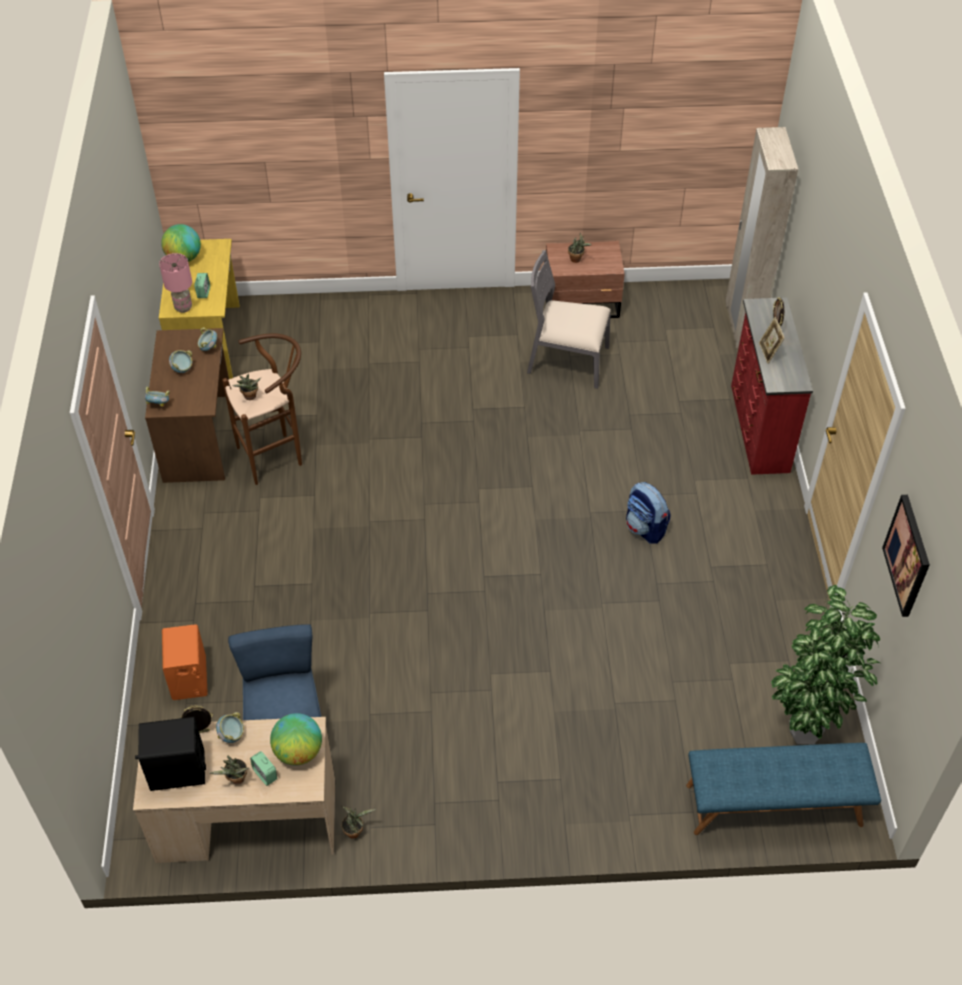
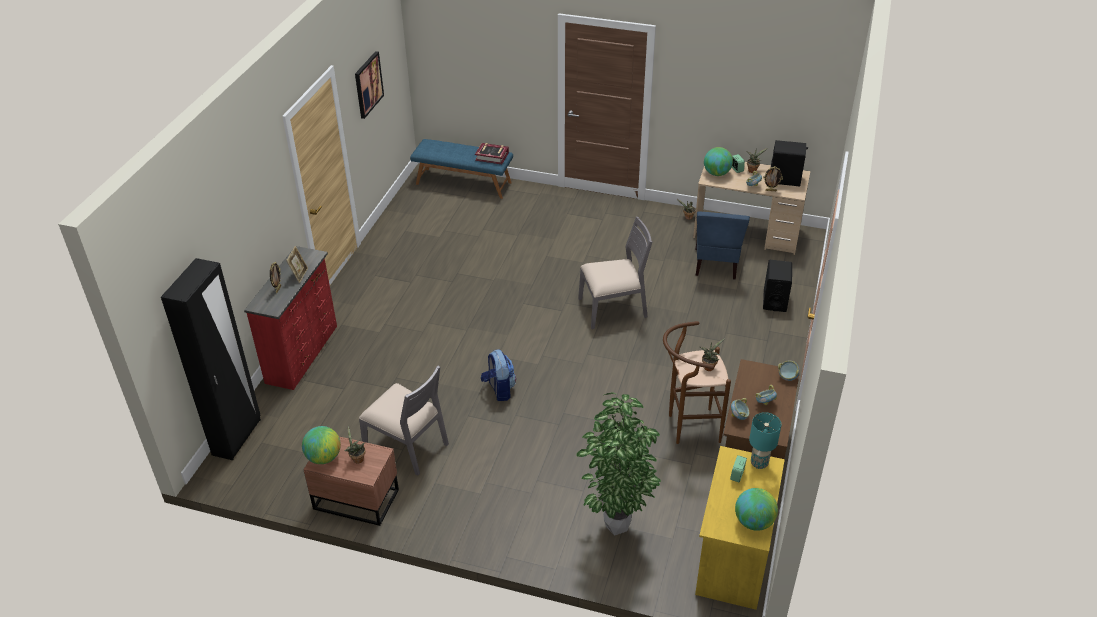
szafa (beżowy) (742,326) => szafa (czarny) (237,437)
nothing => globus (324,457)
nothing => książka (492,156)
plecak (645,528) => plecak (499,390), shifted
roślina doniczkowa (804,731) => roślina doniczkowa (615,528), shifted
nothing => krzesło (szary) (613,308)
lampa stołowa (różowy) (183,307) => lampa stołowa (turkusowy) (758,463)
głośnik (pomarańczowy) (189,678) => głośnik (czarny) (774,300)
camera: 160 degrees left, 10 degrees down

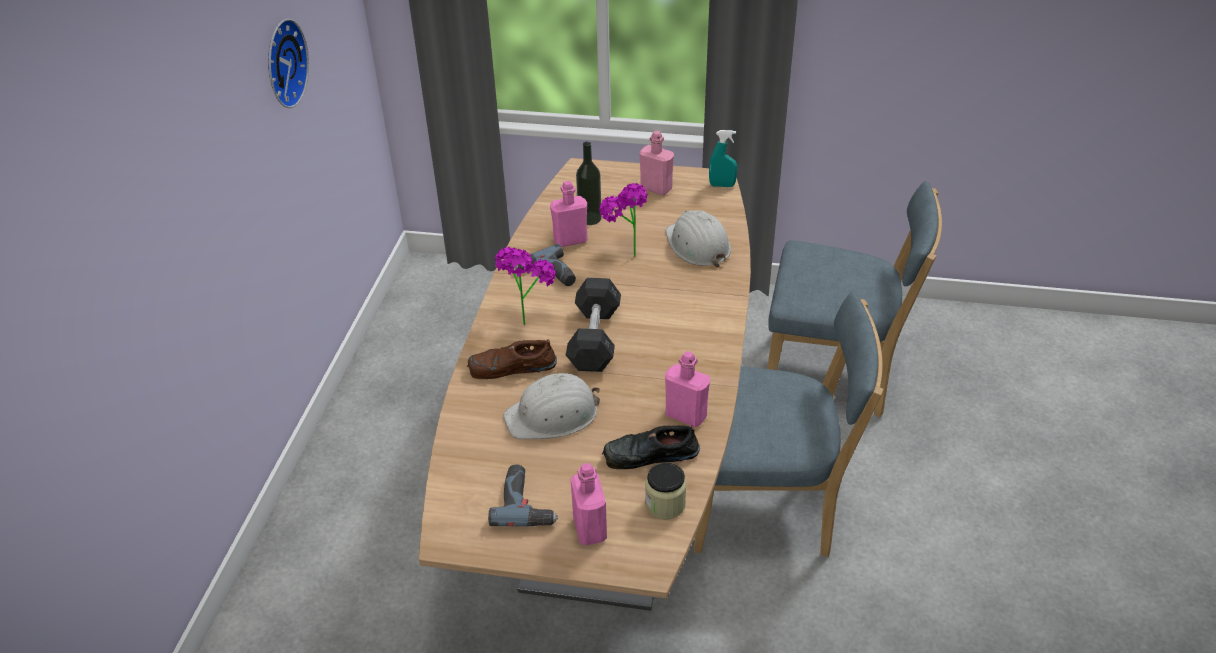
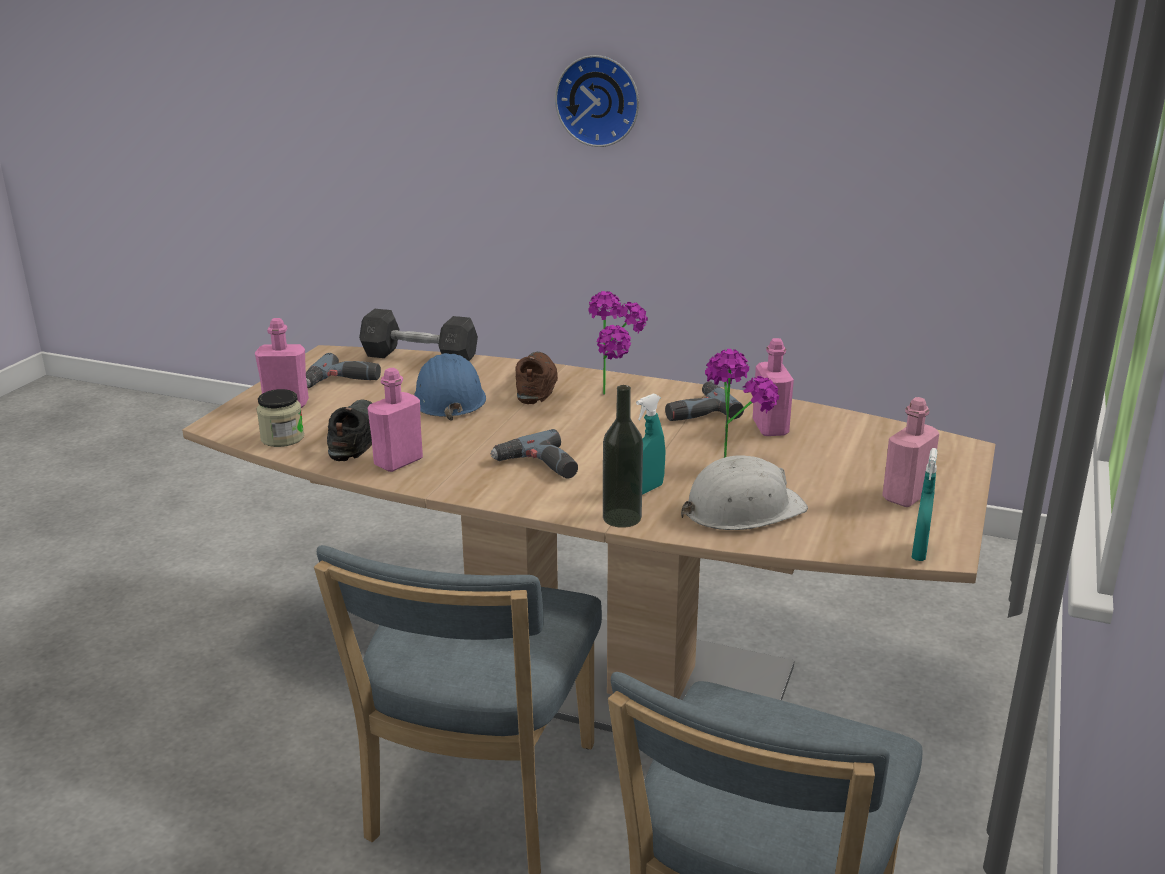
hantel (szary) (594,338) => hantel (szary) (419,357), shifted
kask (biały) (553,415) => kask (niebieski) (448,399)
nothing => wiertarka (537,467)
zegar ścienny (282,63) => zegar ścienny (599,100), shifted
butelka (589,218) => butelka (622,518), shifted
nothing => spryskiwacz (turkusowy) (647,489)
camera: 100 degrees right, 15 degrees down

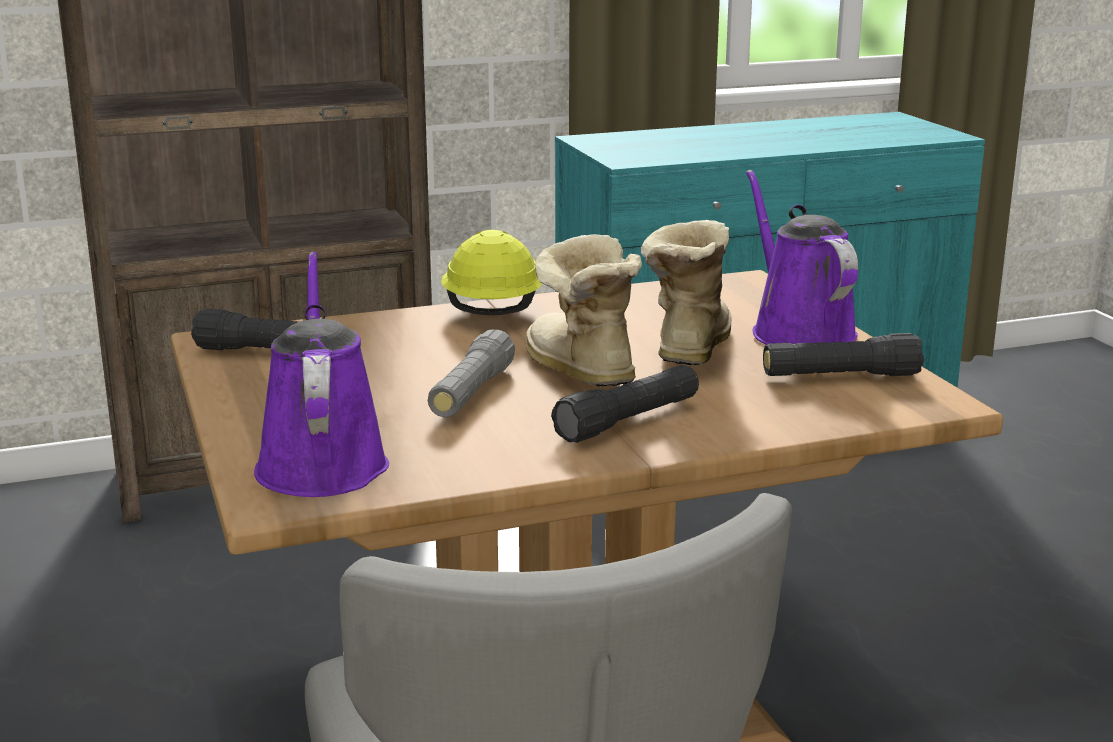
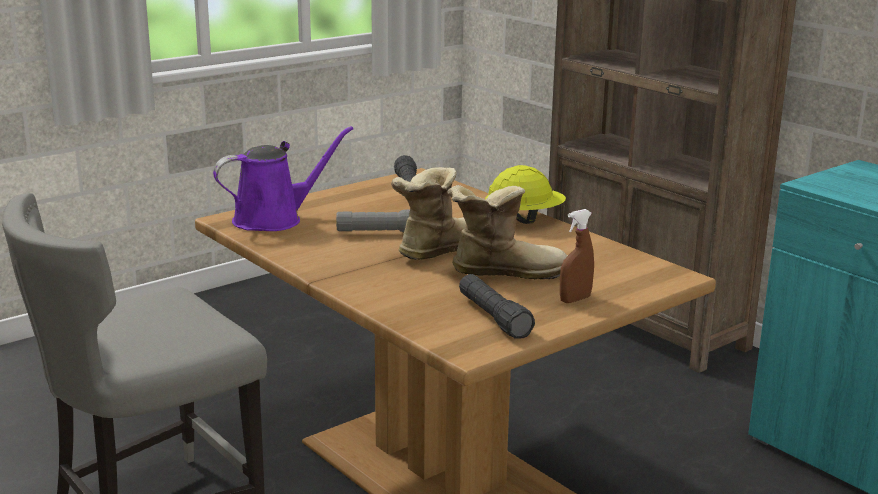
konewka (fioletowy) (798,331) => spryskiwacz (brązowy) (575,299)
latarka (czarny) (628,421) => nothing
camera: 70 degrees right, 0 degrees up

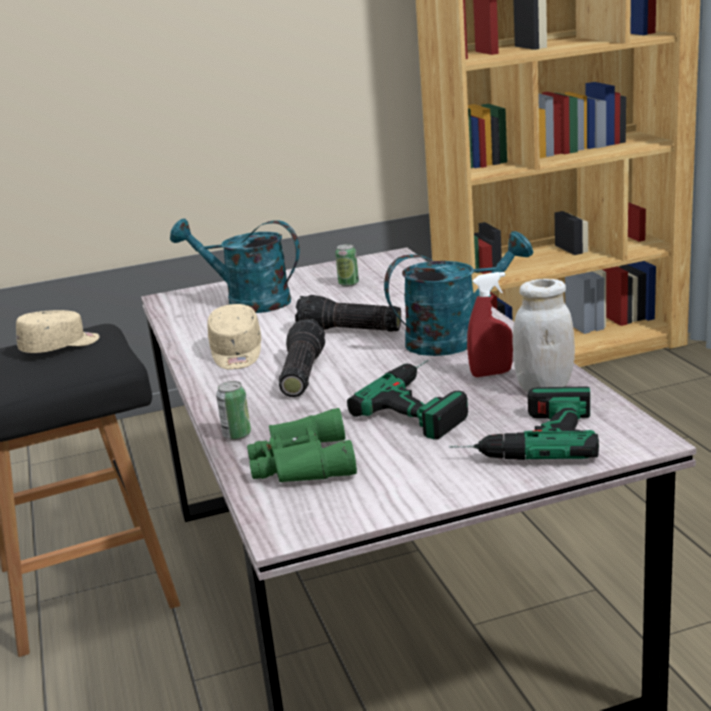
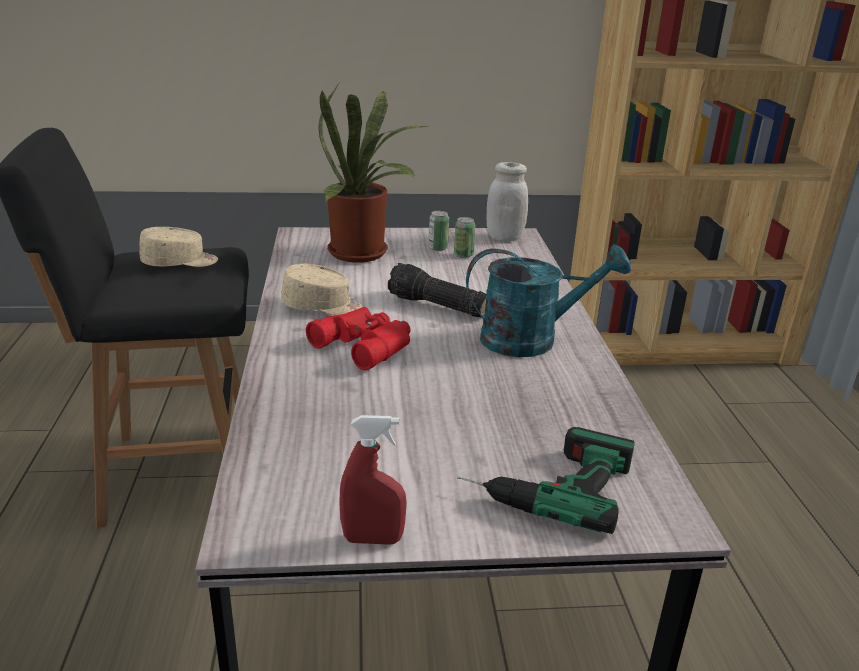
czapka z daszkiem (beżowy) (236,353) => czapka z daszkiem (beżowy) (323,306), 90 degrees counterclockwise
latarka (300,374) => lornetka (czerwony) (366,344)
konewka (turkusowy) (247,302) => roślina doniczkowa (364,254)
spryskiwacz (czerwony) (491,373) => spryskiwacz (czerwony) (372,539), shifted
puszka (237,435) => puszka (438,248), shifted
słoik (biały) (544,387) => słoik (biały) (504,237), shifted
lornetka (zielony) (300,463) => nothing
wiertarka (426,402) => nothing
camera: 10 degrees right, 5 degrees up

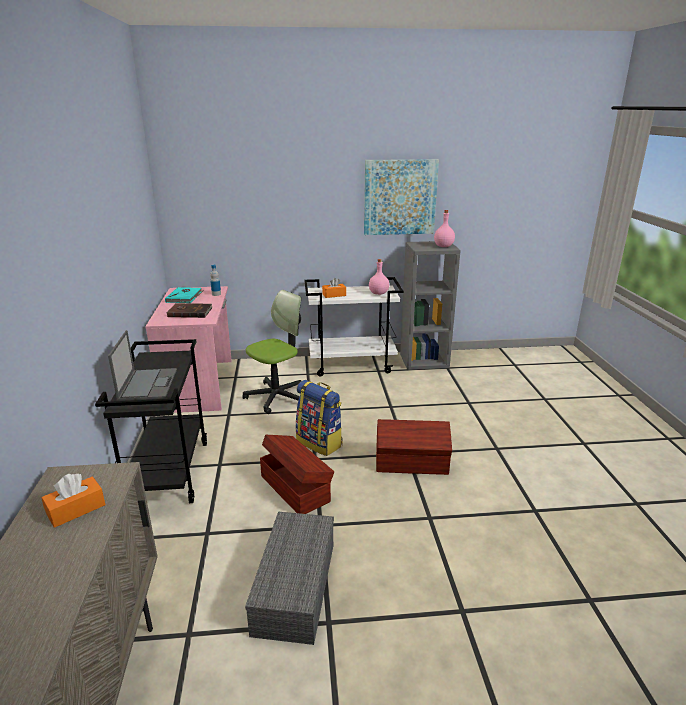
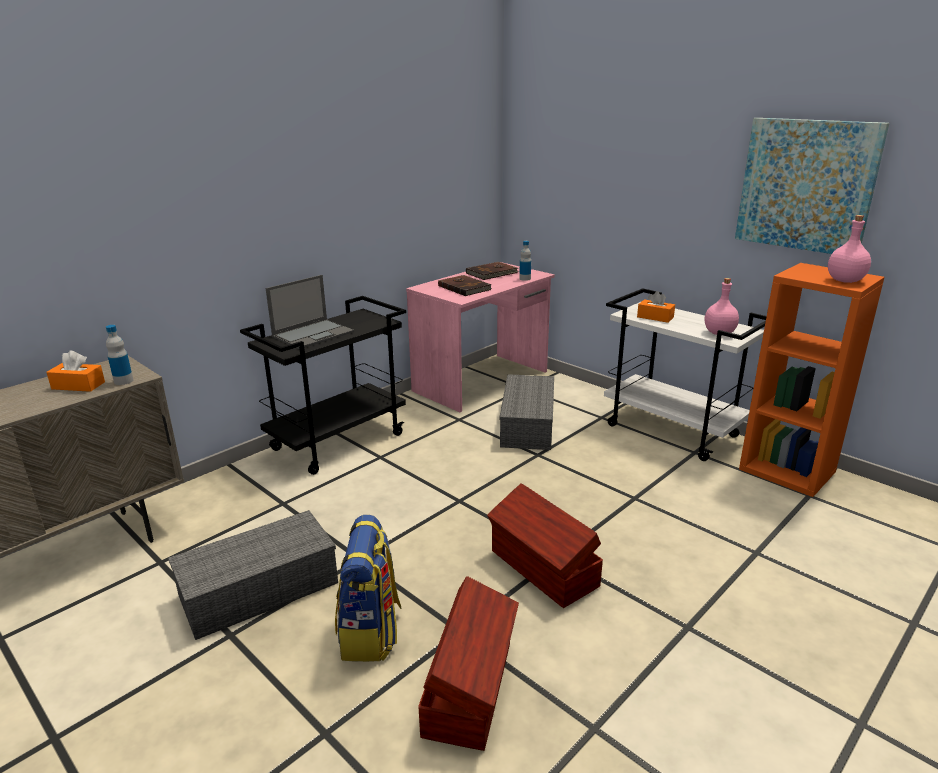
nothing => butelka (123,381)
plecak (320,443) => plecak (371,632), shifted
pojemnik do przechowywania (brązowy) (295,487) => pojemnik do przechowywania (brązowy) (471,687), shifted
książka (turkusowy) (185,297) => książka (brązowy) (492,273)
krzesło biurowe (277,397) => pojemnik do przechowywania (szary) (528,425)
regał (szary) (424,360) => regał (pomarańczowy) (788,470)
camera: 50 degrees right, 0 degrees up

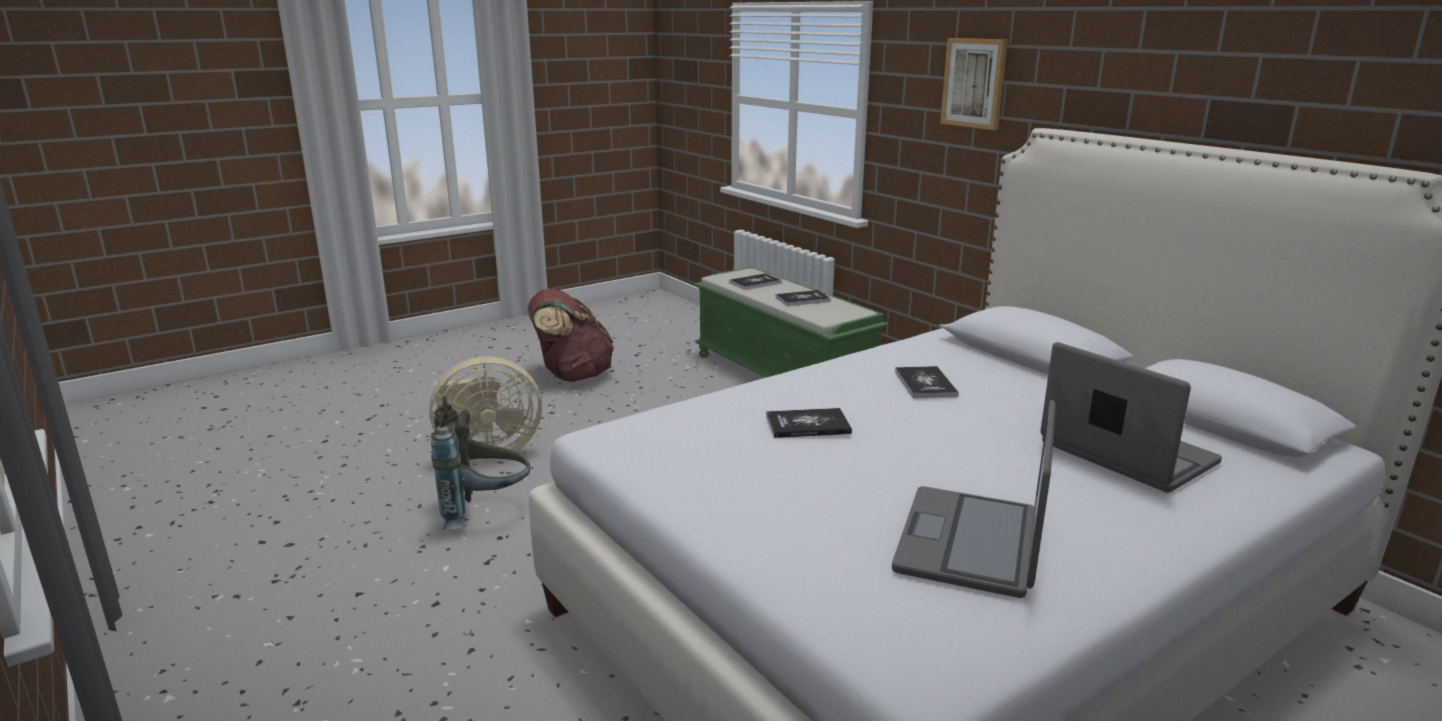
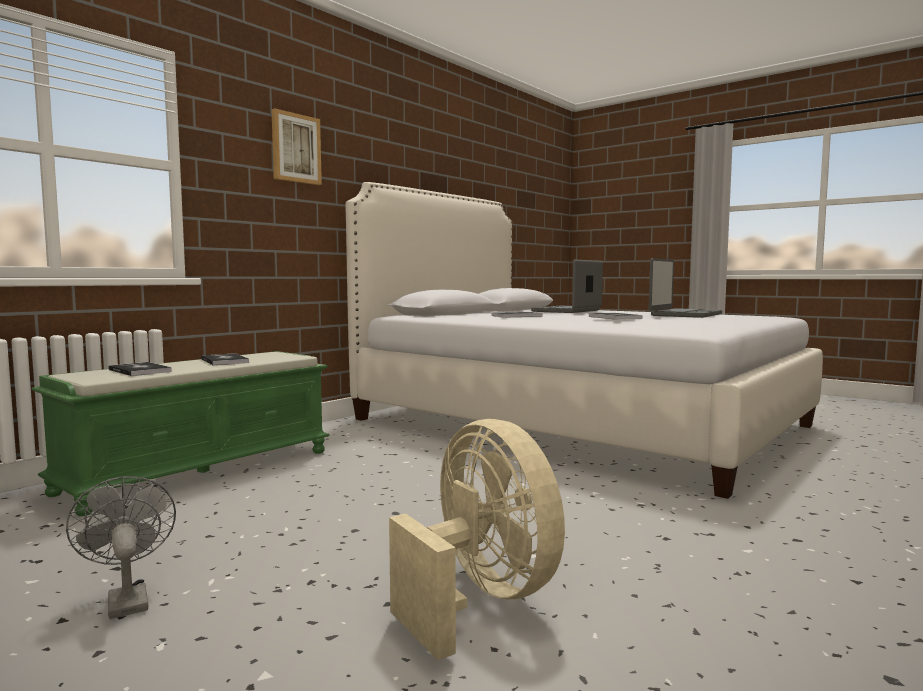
plecak (brązowy) (572,375) => wentylator (szary) (126,599)
laptop (971,543) => laptop (684,315), 60 degrees counterclockwise
plecak (szary) (484,512) => nothing
camera: 105 degrees left, 15 degrees down

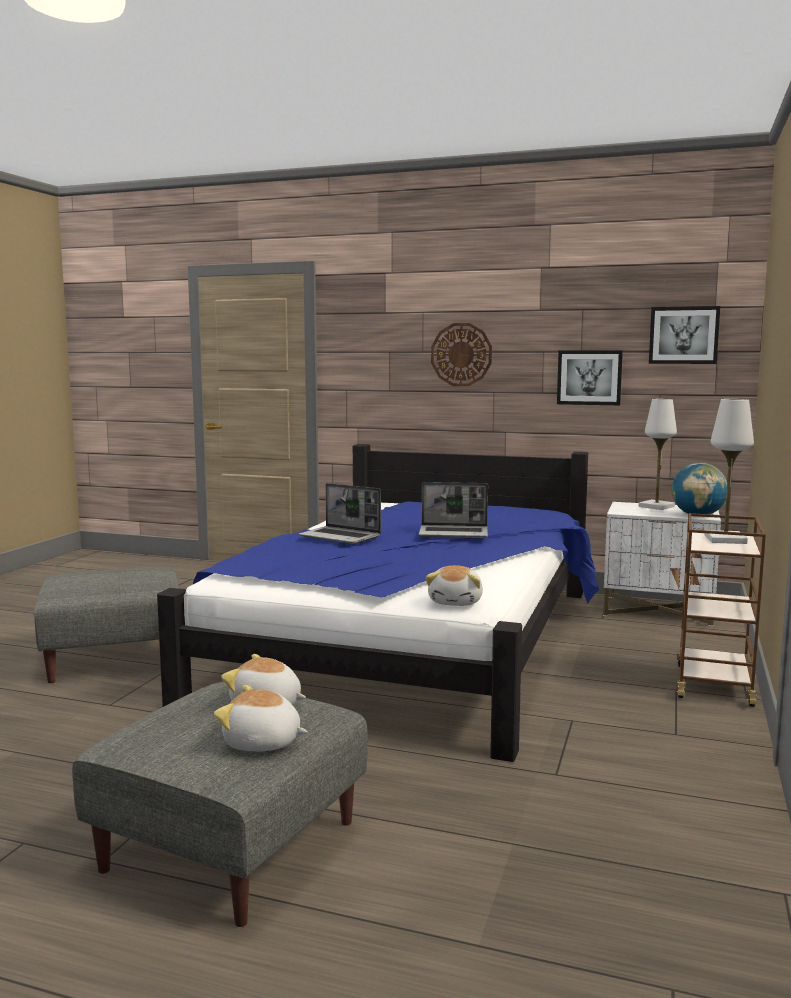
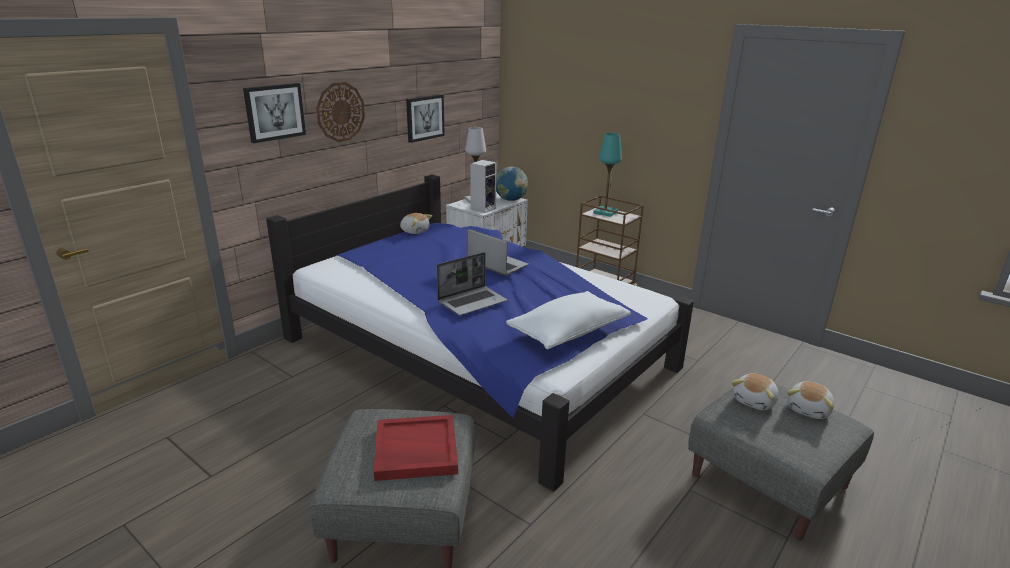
obraz (683,335) => obraz (274,112), shifted
nothing => taca (czerwony) (415,450)
pluszak (456,602) => pluszak (415,231), shifted
laptop (454,533) => laptop (497,264), 75 degrees counterclockwise
nothing => głośnik (483,208)
nothing => poduszka (biały) (568,333)
lampa stołowa (biały) (725,539) => lampa stołowa (turkusowy) (605,212)
camera: 70 degrees left, 15 degrees up

